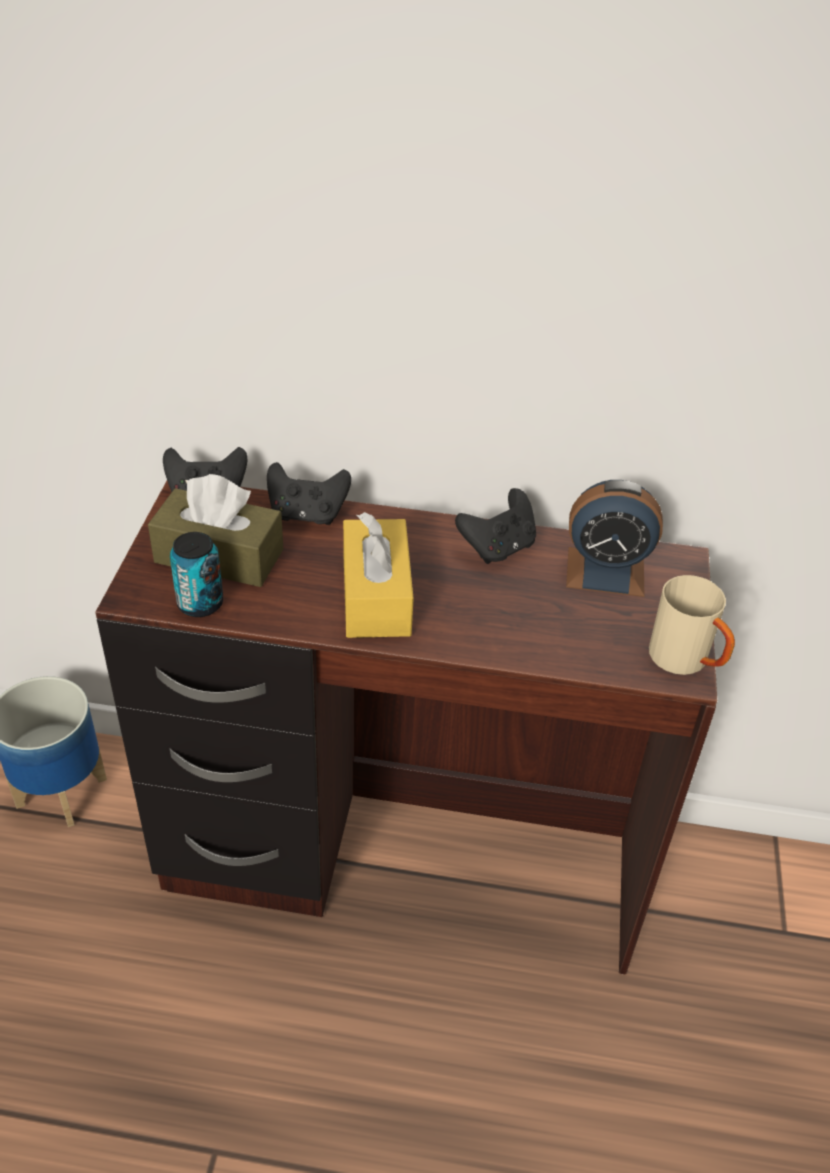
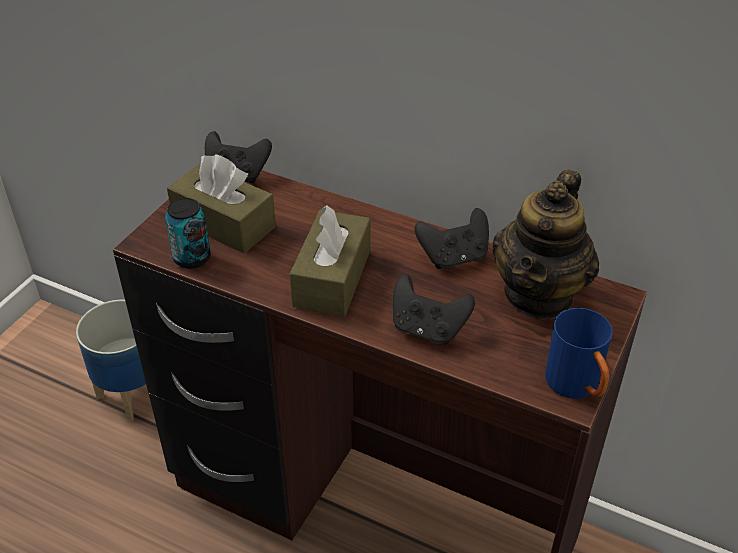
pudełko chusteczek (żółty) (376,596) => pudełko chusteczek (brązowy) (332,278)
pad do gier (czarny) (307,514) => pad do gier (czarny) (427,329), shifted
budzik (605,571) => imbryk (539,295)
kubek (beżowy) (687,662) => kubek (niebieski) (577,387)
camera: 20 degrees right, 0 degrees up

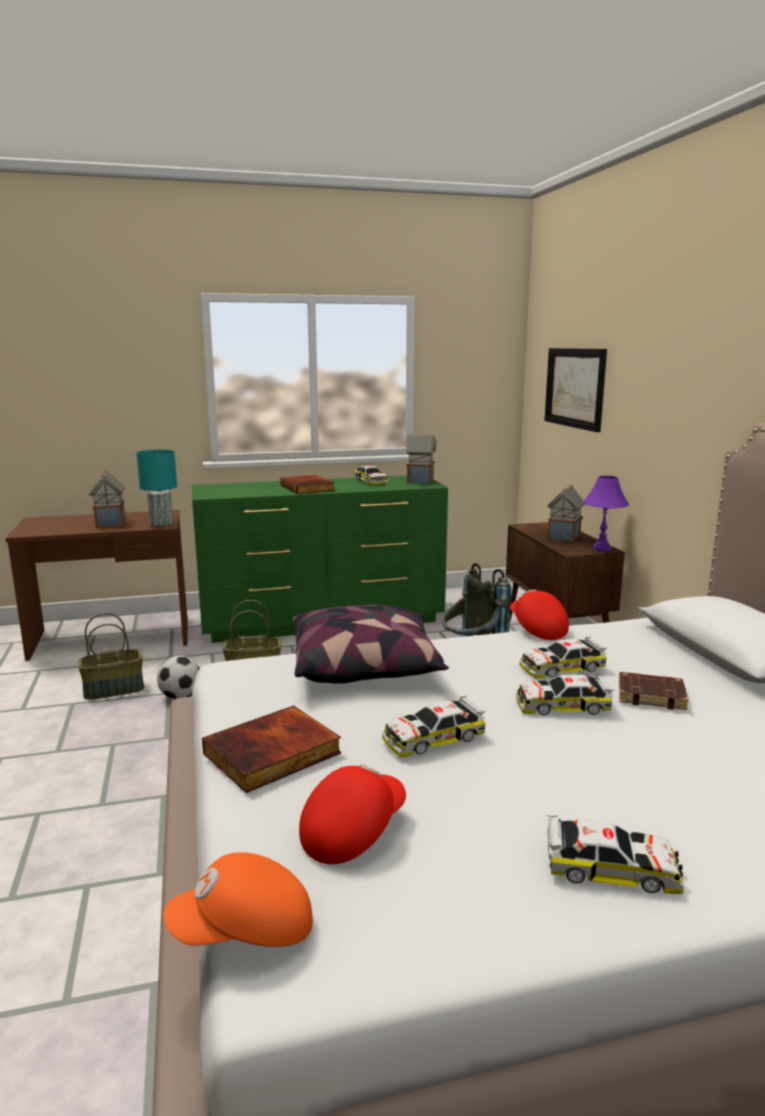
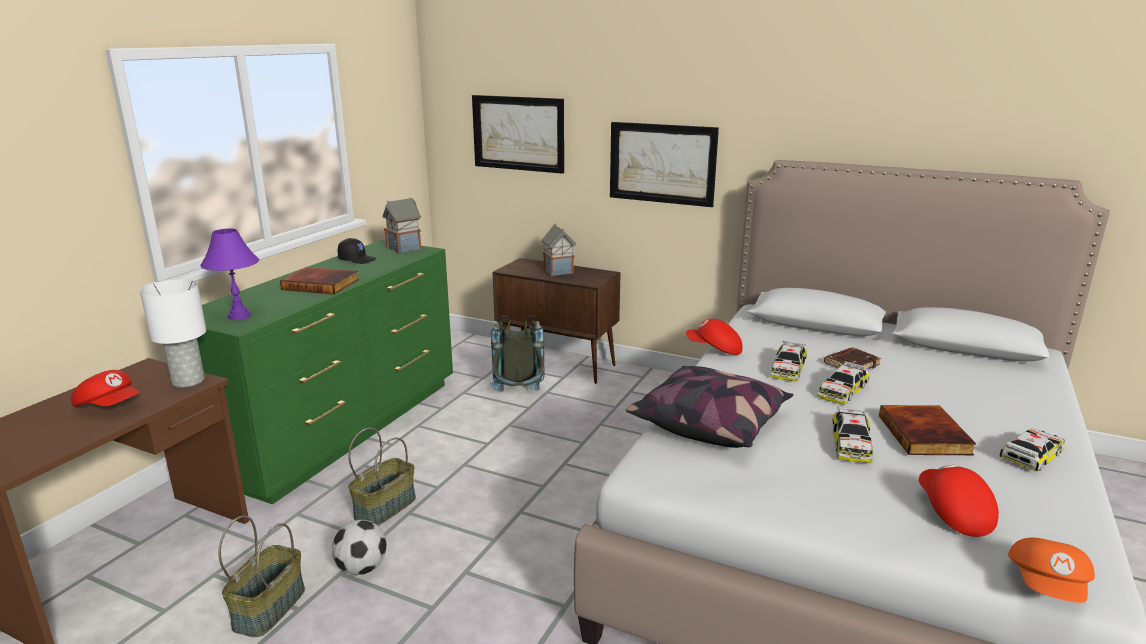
domek (110,523) => czapka z daszkiem (czerwony) (110,406)
lampa stołowa (turkusowy) (162,524) => lampa stołowa (biały) (189,381)
lampa stołowa (fioletowy) (601,548) => lampa stołowa (fioletowy) (239,316), shifted
samochodzik (371,481) => czapka z daszkiem (czarny) (357,259)
nothing => obraz (662,163)
książka (272,754) => książka (926,435), shifted
camera: 50 degrees left, 5 degrees up

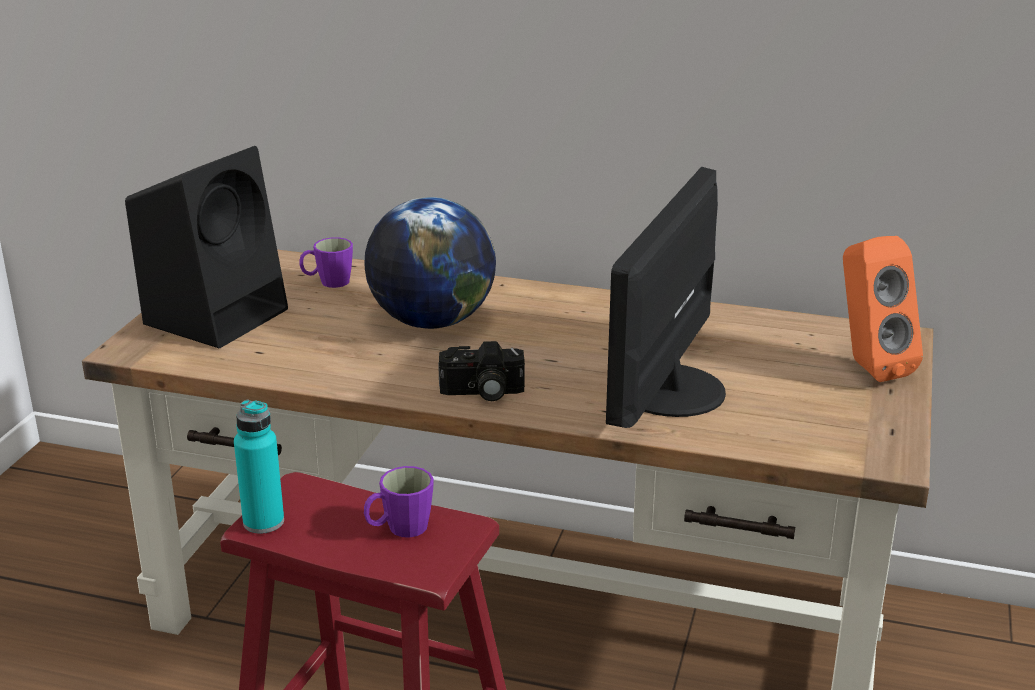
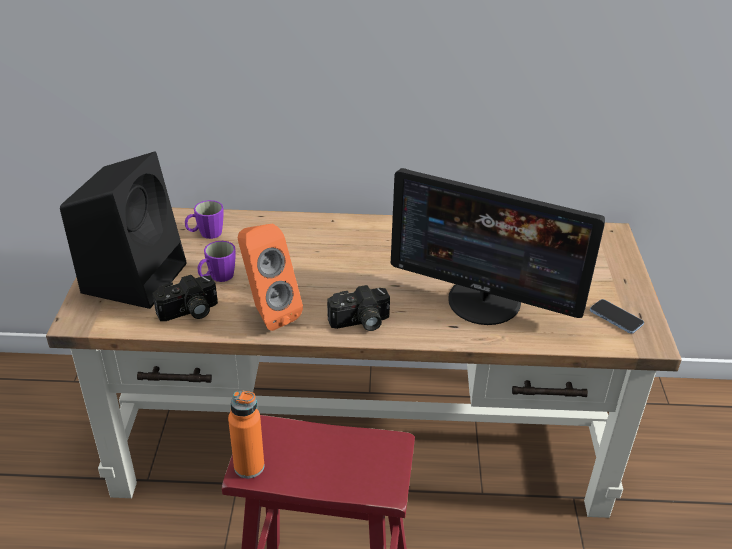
nothing => aparat fotograficzny (189,312)
kubek (fioletowy) (399,529) => kubek (fioletowy) (217,277), shifted
butelka (turkusowy) (263,522) => butelka (pomarańczowy) (249,466)
głośnik (pomarańczowy) (867,367) => głośnik (pomarańczowy) (268,313), shifted
monitor (667,390) => monitor (484,301), 75 degrees counterclockwise
nothing => telefon (616,317)
globus (431,322) => nothing
camera: 15 degrees left, 10 degrees up

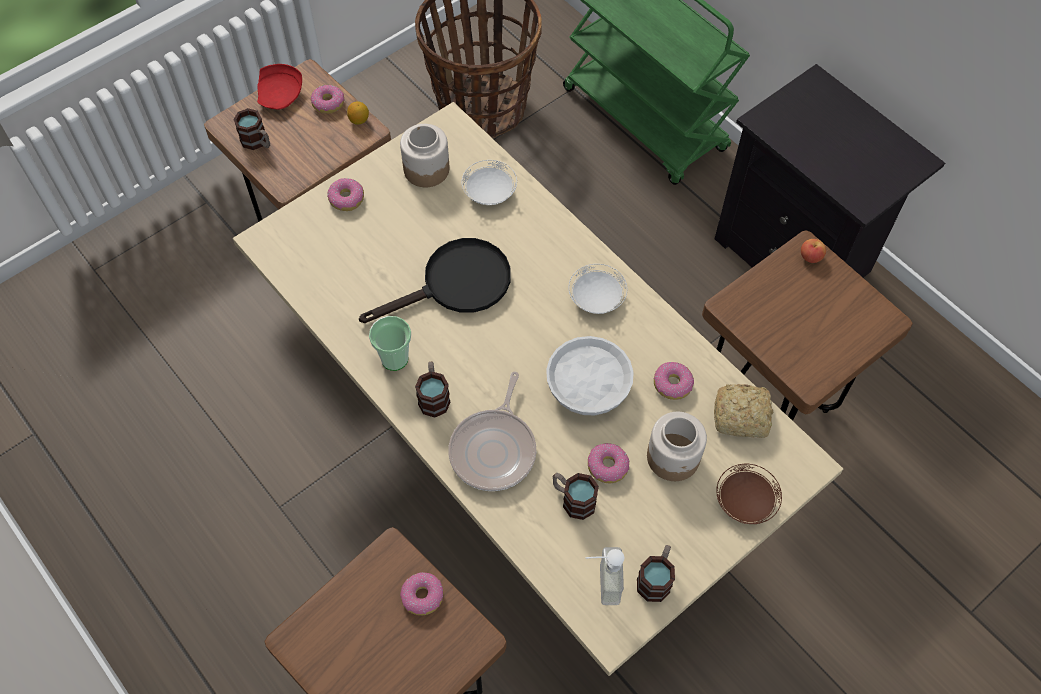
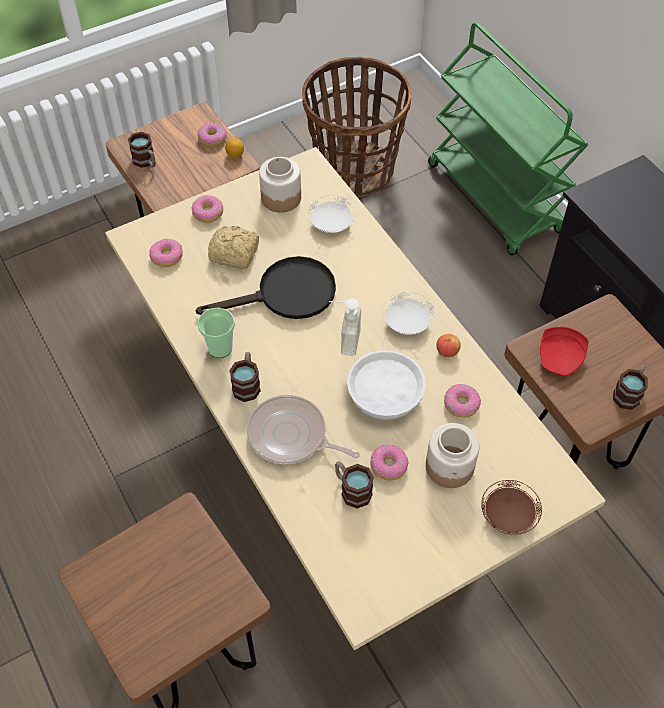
donut (422,596) => donut (167,256), shifted
chleb (743,417) => chleb (235,254), shifted
patelnia (494,449) => patelnia (291,436), 90 degrees clockwise
dozownik mydła (600,583) => dozownik mydła (343,340), shifted
jabłko (810,257) => jabłko (447,351), shifted
talerz (czerwony) (281,95) => talerz (czerwony) (561,358), shifted
kubek (656,578) => kubek (628,393), shifted
camera: 10 degrees right, 5 degrees down

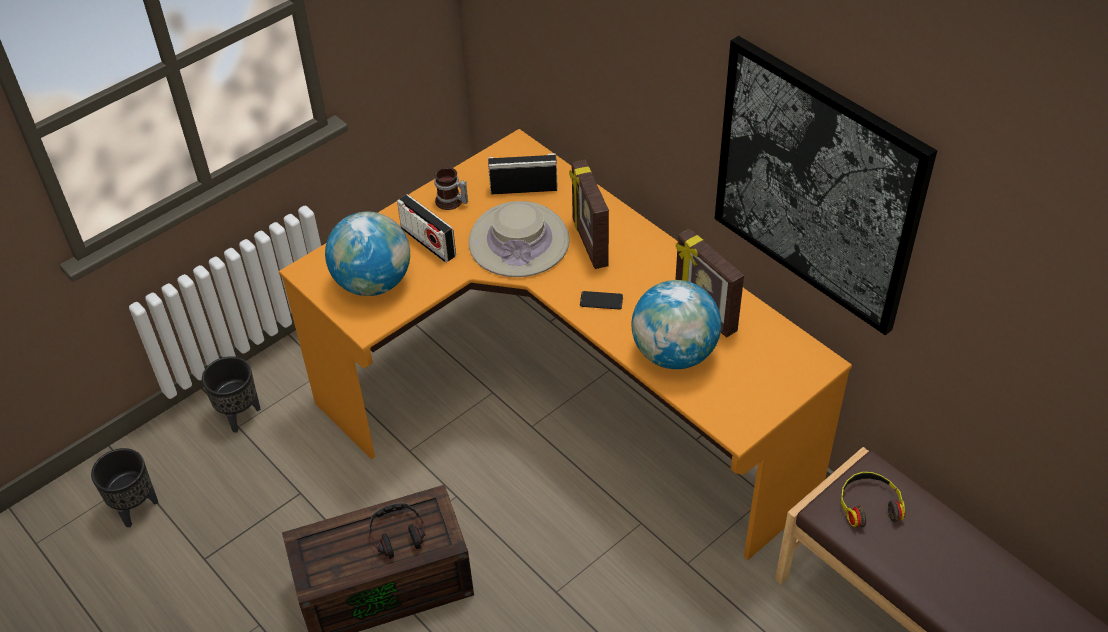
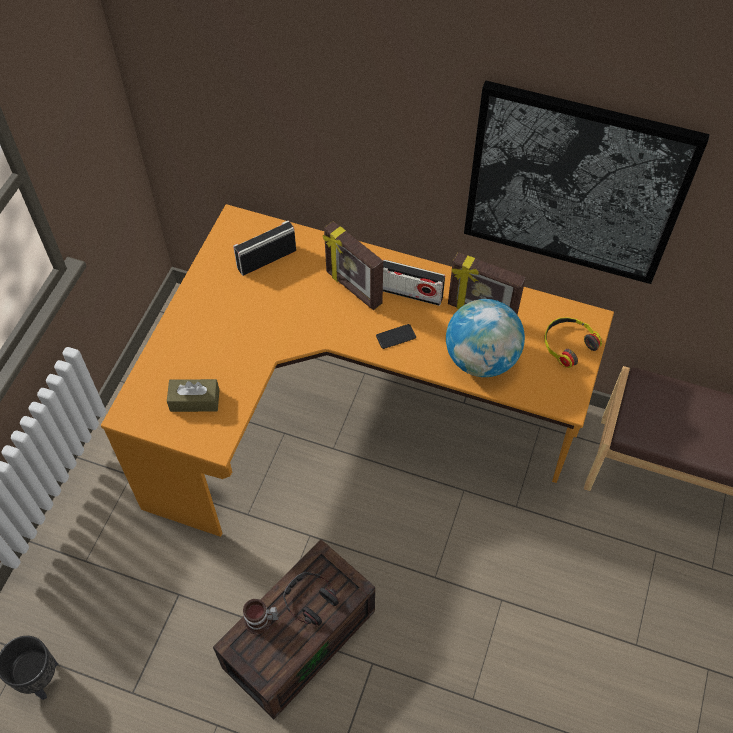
globus (373,282) => pudełko chusteczek (brązowy) (195,400)
kubek (451,202) => kubek (261,622), shifted
radio (428,242) => radio (411,293), shifted
słuchawki (869,504) => słuchawki (568,344), shifted
donica (czarny) (239,415) => nothing
kapelusz (beżowy) (519,242) => nothing
camera: 30 degrees left, 10 degrees up

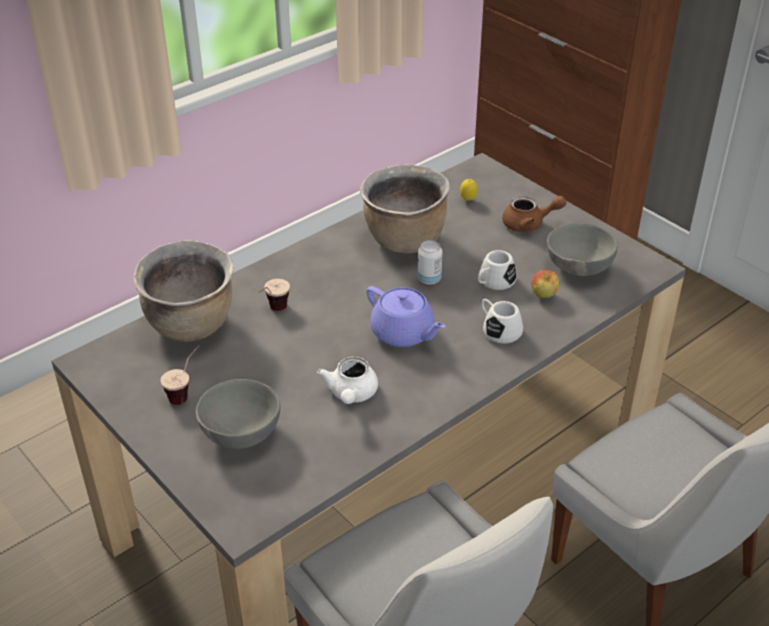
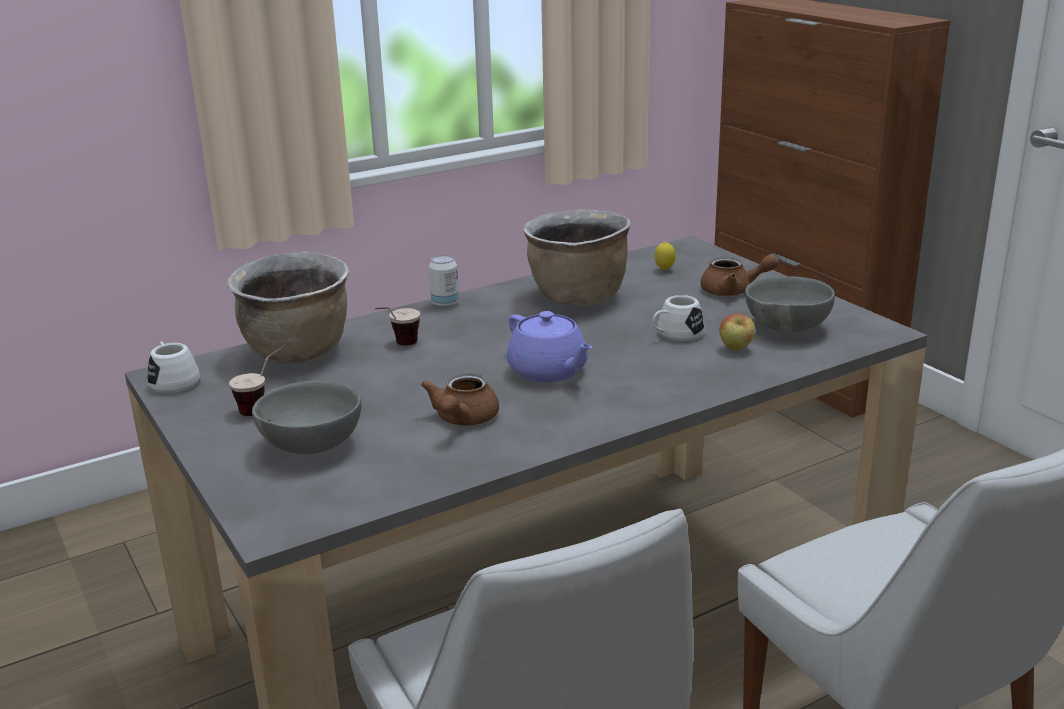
kubek (biały) (498,329) => kubek (biały) (173,381), shifted
imbryk (biały) (351,394) => imbryk (brązowy) (463,420)
puszka (429,279) => puszka (445,304), shifted
camera: 10 degrees right, 15 degrees down

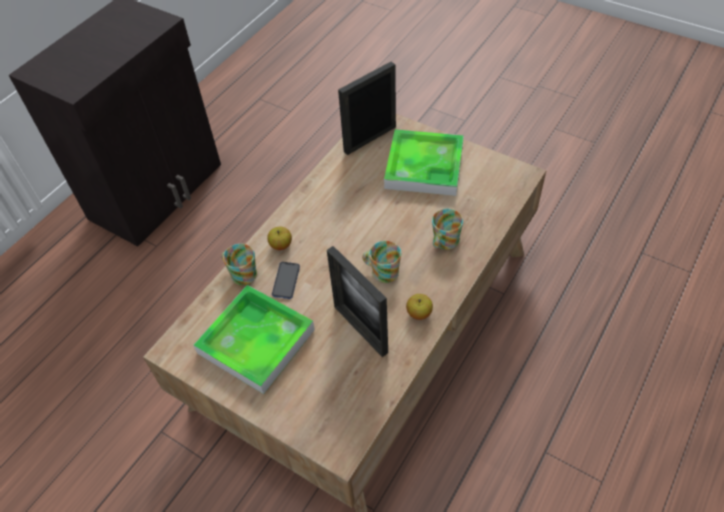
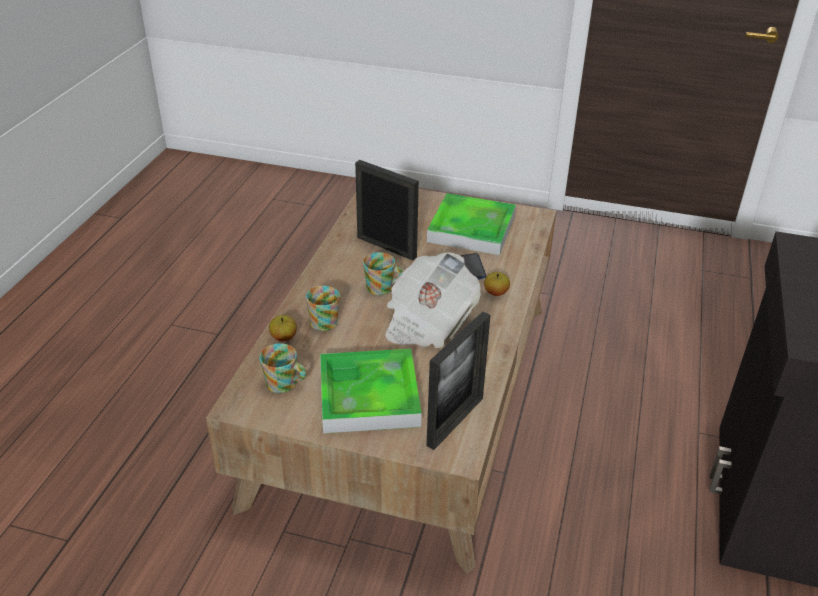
kubek (241,273) => kubek (285,384), shifted
jabłko (419,313) => jabłko (283,337), shifted
nothing => gazeta (427,322)
camera: 160 degrees right, 15 degrees down

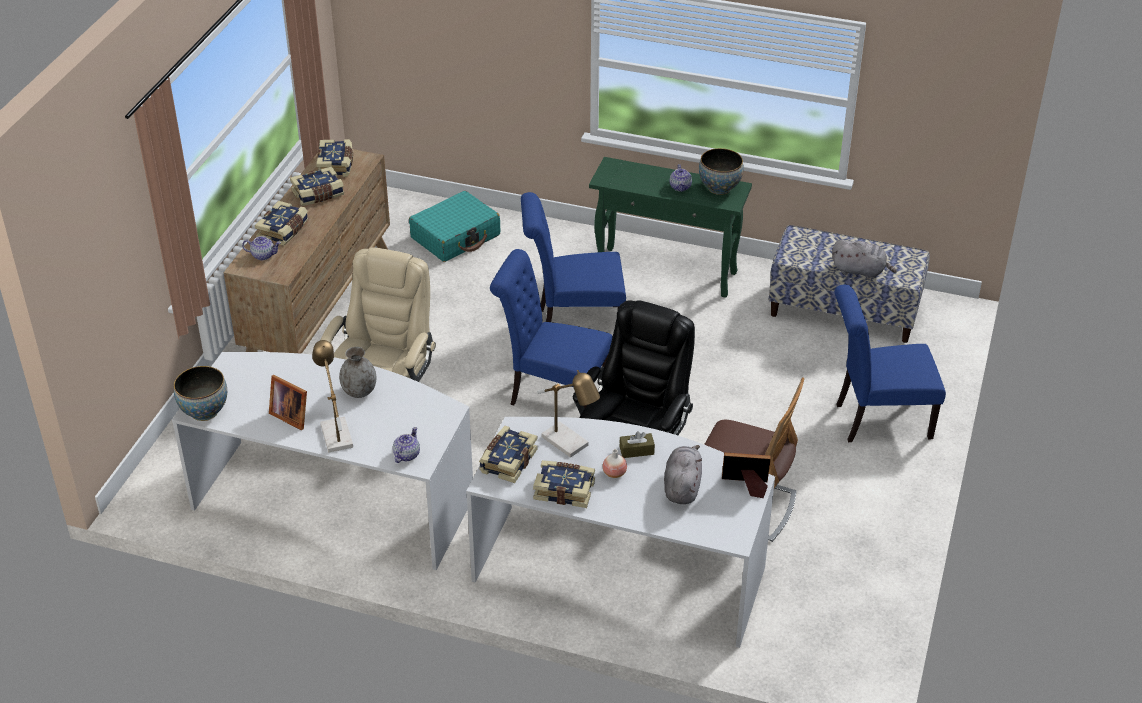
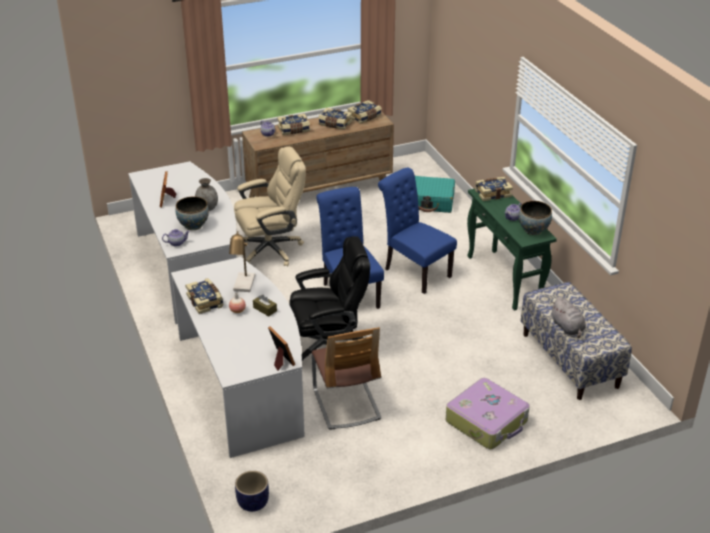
miska (204,411) => miska (193,225), shifted
nothing => donica (252,503)
krzesło (niebieski) (876,420) => walizka (487,421)
książka (507,461) => książka (492,193), shifted
lampa stołowa (334,432) => nothing
pluszak (szary) (682,486) => nothing
camera: 50 degrees right, 5 degrees down

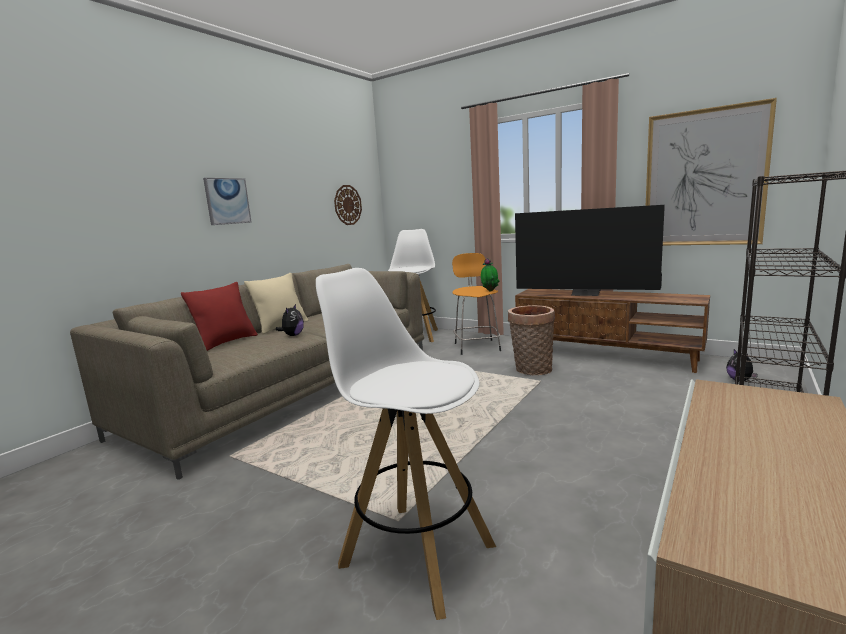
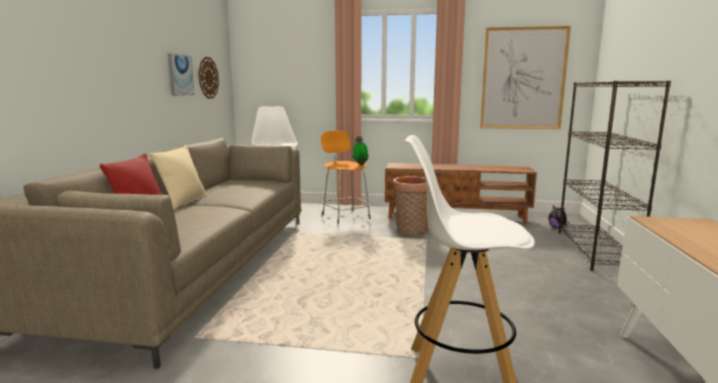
obraz (227,201) => obraz (180,75), shifted
pluszak (293,335) => nothing
telewizor (585,294) => nothing
camera: 25 degrees left, 0 degrees up

